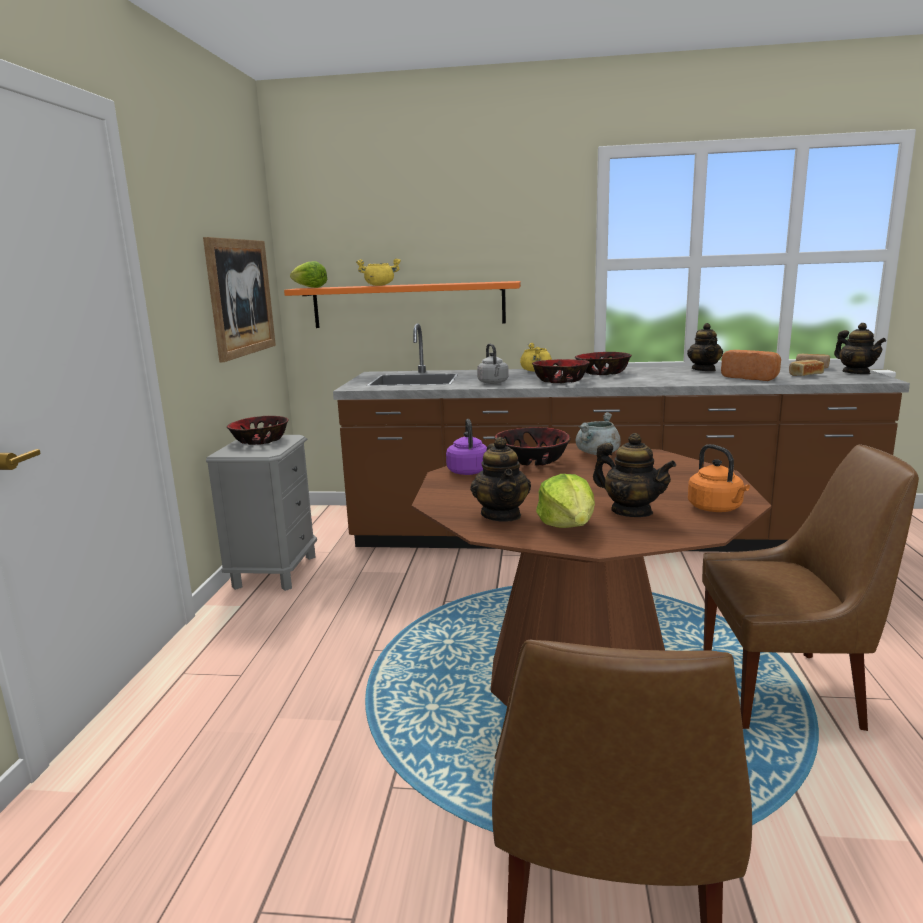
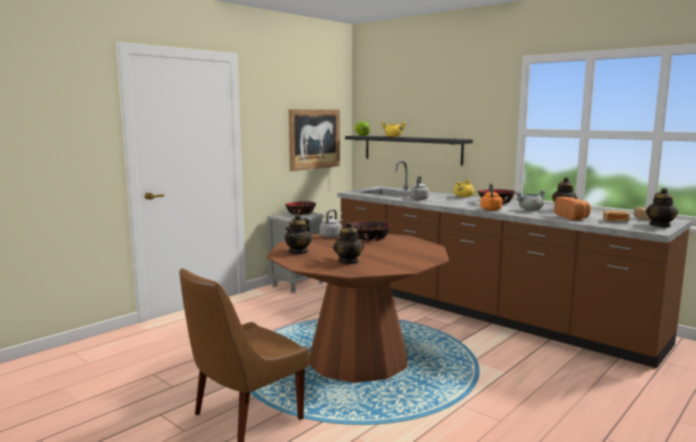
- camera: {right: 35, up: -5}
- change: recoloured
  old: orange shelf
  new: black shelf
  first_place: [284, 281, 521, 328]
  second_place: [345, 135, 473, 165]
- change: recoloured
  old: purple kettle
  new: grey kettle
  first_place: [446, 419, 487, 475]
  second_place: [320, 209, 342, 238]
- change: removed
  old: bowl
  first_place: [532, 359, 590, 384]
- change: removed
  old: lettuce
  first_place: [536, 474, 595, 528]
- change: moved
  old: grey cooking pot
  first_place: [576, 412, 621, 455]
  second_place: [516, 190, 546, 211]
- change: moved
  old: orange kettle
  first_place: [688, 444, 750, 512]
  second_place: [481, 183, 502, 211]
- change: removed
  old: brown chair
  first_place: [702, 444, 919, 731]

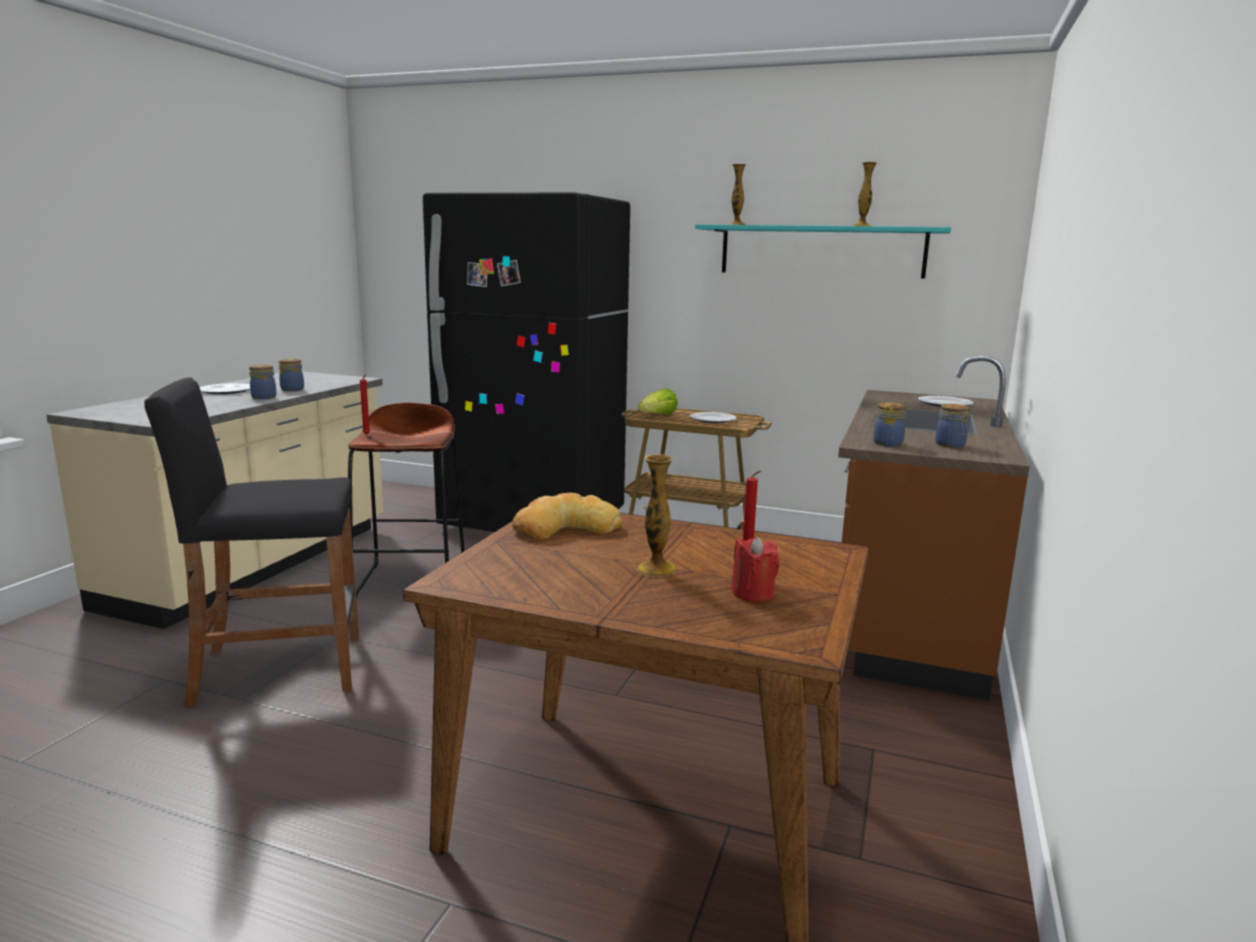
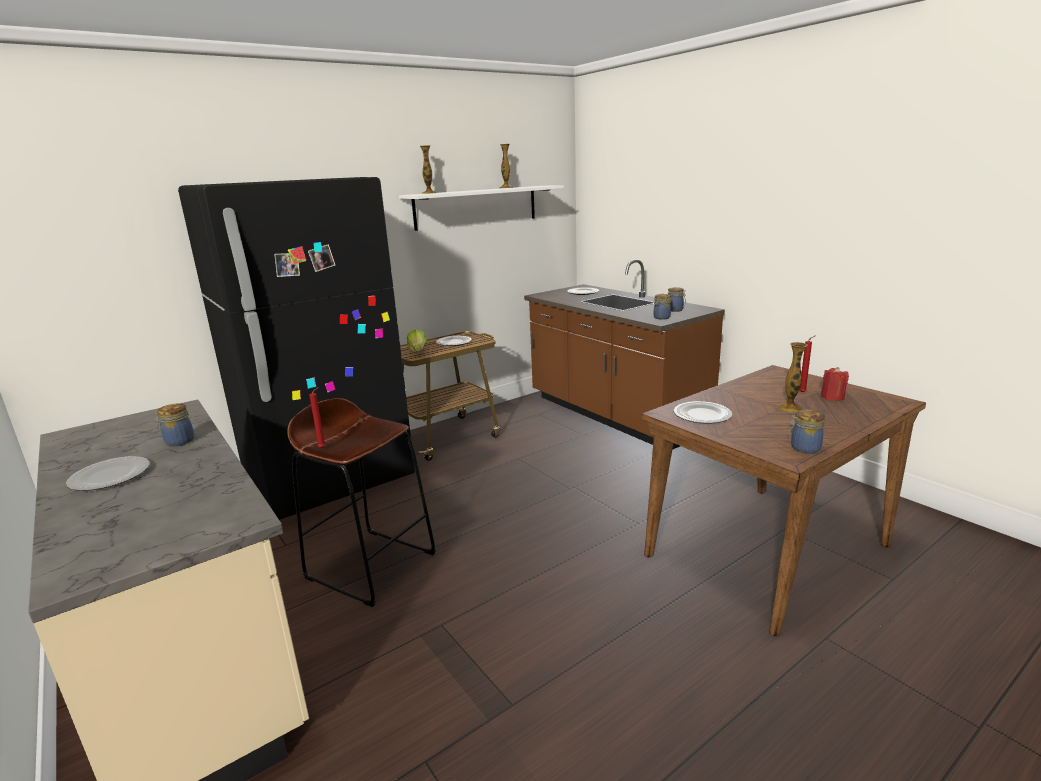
- camera: {right: -55, up: 5}
- change: removed
  old: black stool
  first_place: [144, 377, 359, 706]
- change: moved
  old: jar
  first_place: [249, 364, 276, 399]
  second_place: [789, 409, 825, 454]
- change: replaced
  old: bread
  new: plate
  first_place: [512, 493, 622, 539]
  second_place: [674, 401, 732, 424]
- change: recoloured
  old: turquoise shelf
  new: white shelf
  first_place: [695, 224, 951, 279]
  second_place: [399, 185, 564, 231]

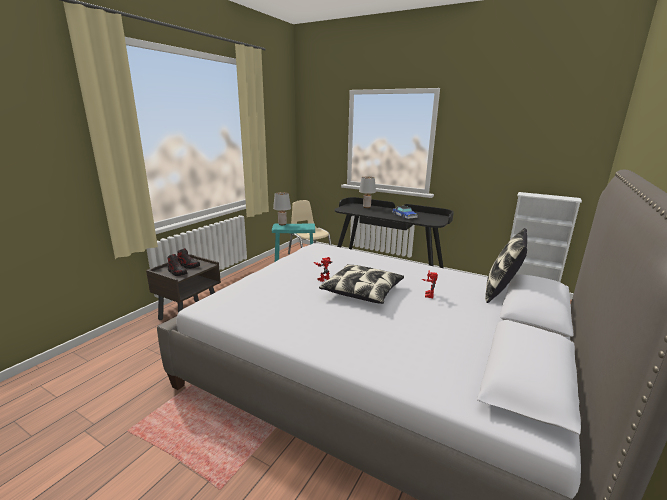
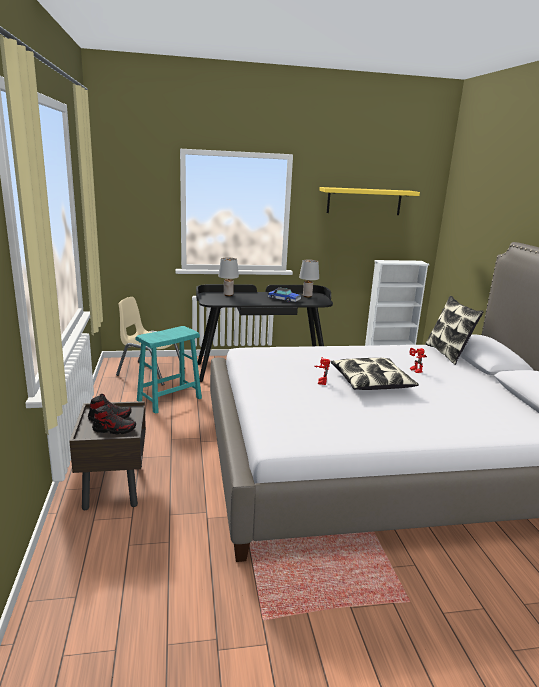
- camera: {right: -40, up: 0}
- change: moved
  old: grey table lamp
  first_place: [273, 192, 291, 225]
  second_place: [299, 259, 319, 297]
- change: added
  new: yellow shelf
  second_place: [319, 187, 420, 215]

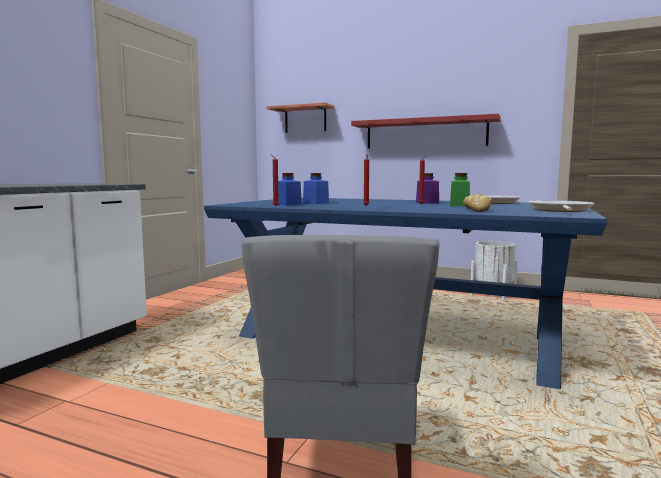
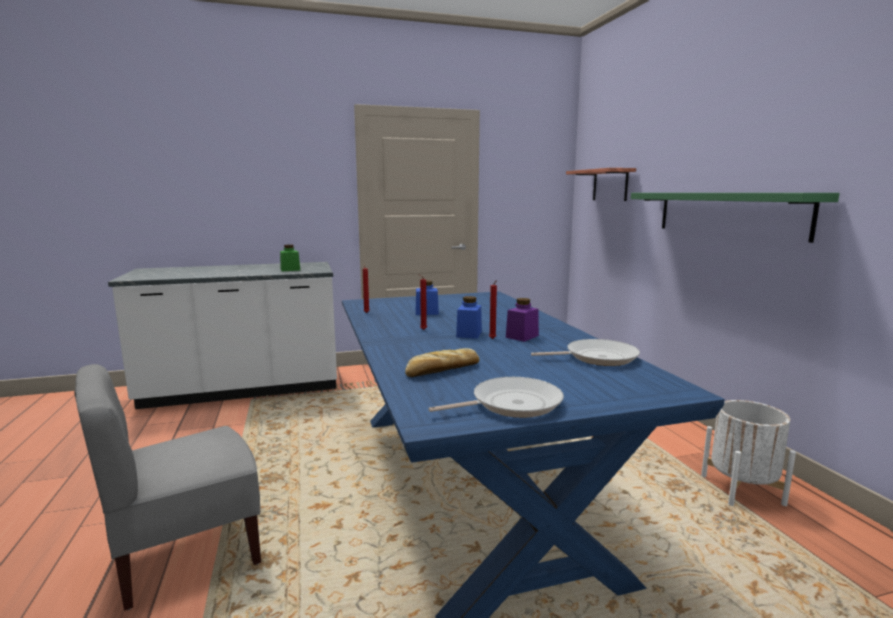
- camera: {right: 50, up: 5}
- change: moved
  old: blue jar
  first_place: [278, 173, 302, 206]
  second_place: [456, 296, 482, 339]
- change: recoloured
  old: red shelf
  new: green shelf
  first_place: [351, 114, 501, 149]
  second_place: [631, 193, 840, 243]
- change: moved
  old: green jar
  first_place: [450, 173, 470, 206]
  second_place: [280, 244, 301, 271]

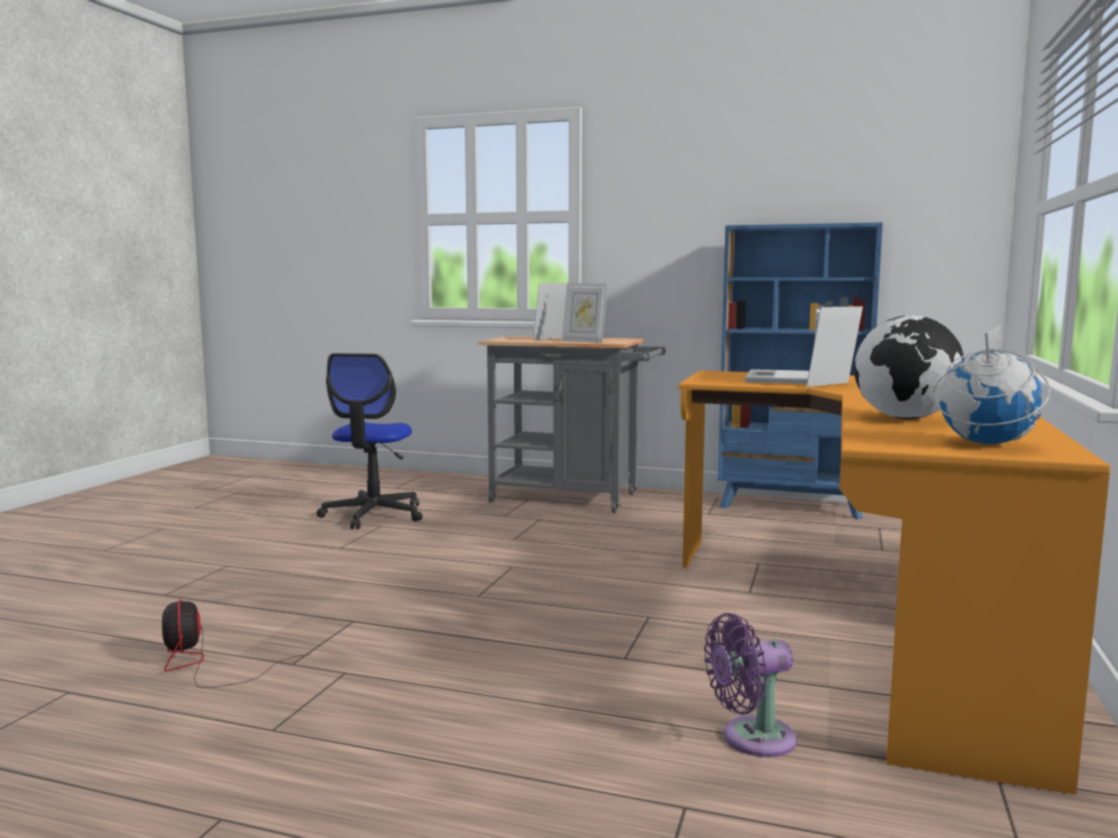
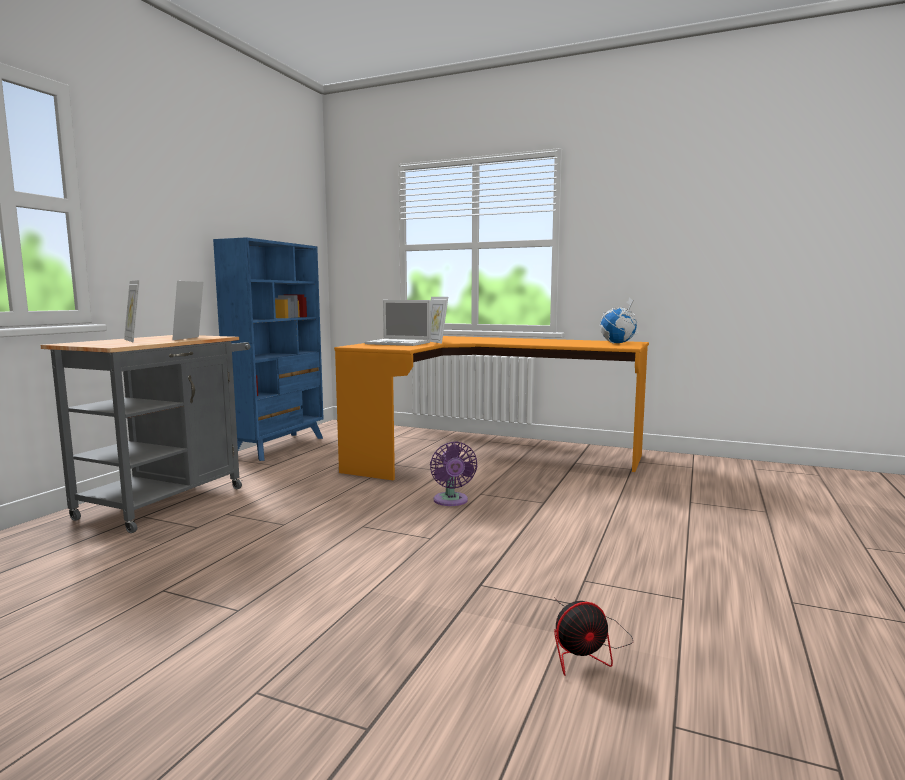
- camera: {right: -85, up: 0}
- change: removed
  old: office chair
  first_place: [316, 353, 423, 529]
- change: turned
  old: picture frame
  first_place: [562, 283, 607, 343]
  second_place: [172, 281, 203, 340]
  degrees: 150
- change: moved
  old: purple fan
  first_place: [704, 613, 797, 757]
  second_place: [430, 441, 477, 506]
- change: removed
  old: globe
  first_place: [854, 315, 964, 419]

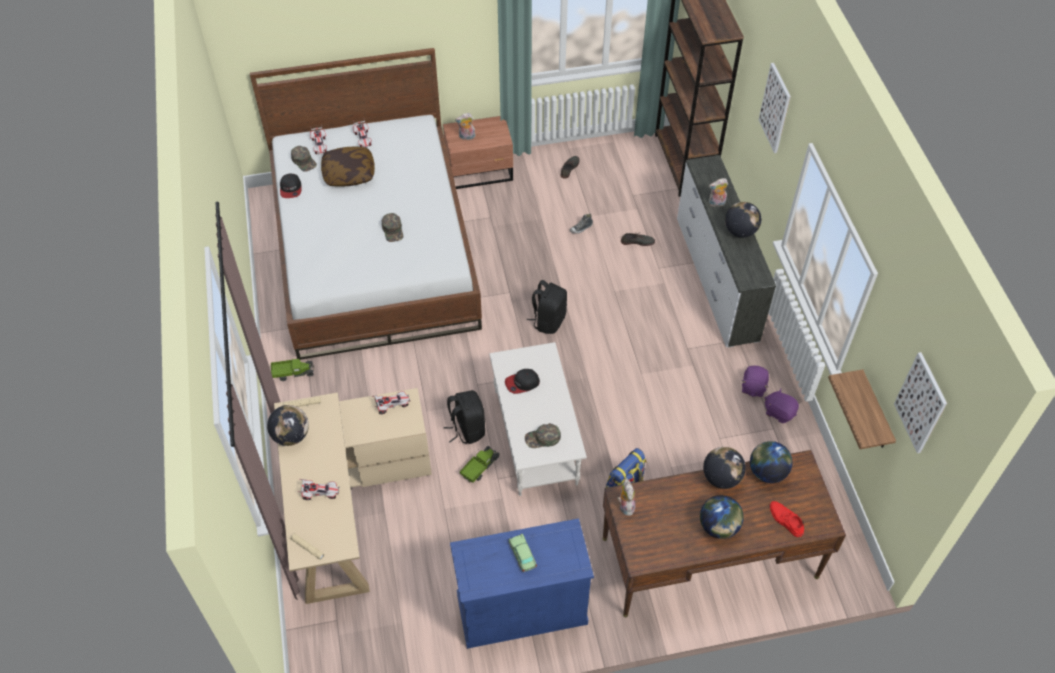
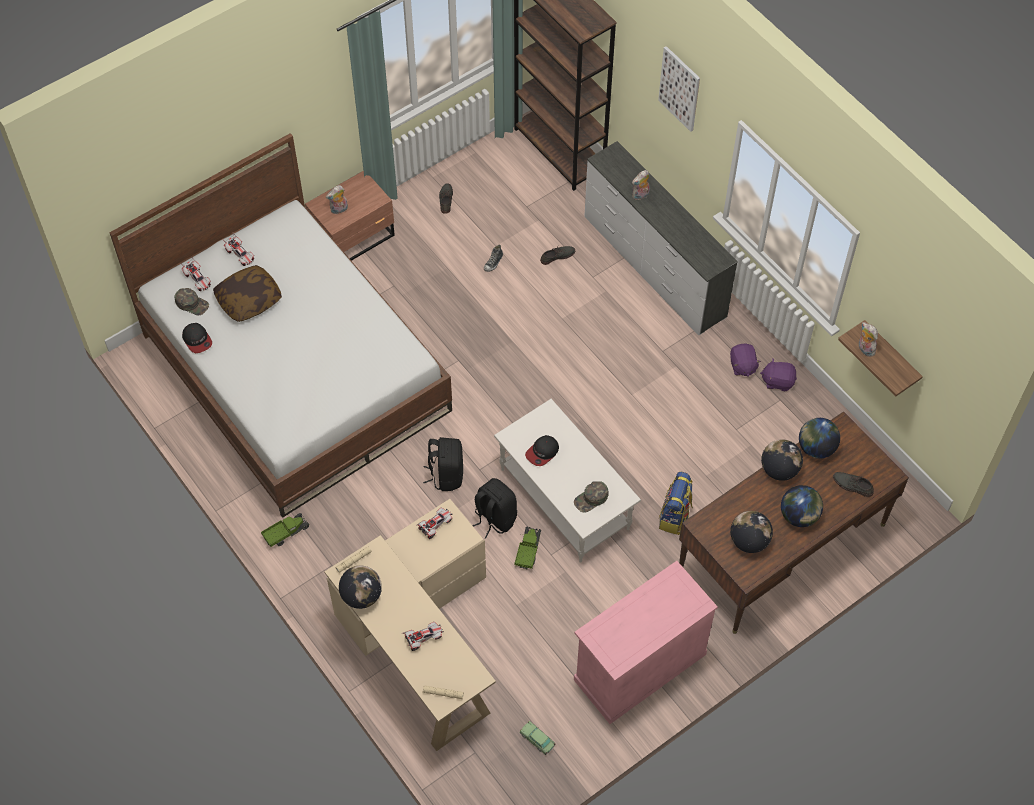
- camera: {right: -25, up: 5}
- change: removed
  old: green cap
  first_place: [382, 213, 403, 242]
- change: recoloured
  old: blue cabinet
  new: pink cabinet
  first_place: [450, 518, 594, 649]
  second_place: [574, 561, 718, 724]
- change: moved
  old: toy car
  first_place: [508, 534, 537, 572]
  second_place: [519, 721, 556, 755]
- change: moved
  old: black backpack
  first_place: [527, 280, 567, 334]
  second_place: [423, 437, 463, 491]
- change: moved
  old: plush toy
  first_place: [618, 478, 636, 516]
  second_place: [859, 322, 878, 357]
- change: moved
  old: globe
  first_place: [725, 202, 762, 238]
  second_place: [730, 511, 773, 553]
- change: recoloured
  old: red shoe
  new: grey shoe
  first_place: [770, 501, 804, 537]
  second_place: [833, 472, 874, 497]
- change: removed
  old: picture
  first_place: [894, 352, 947, 453]

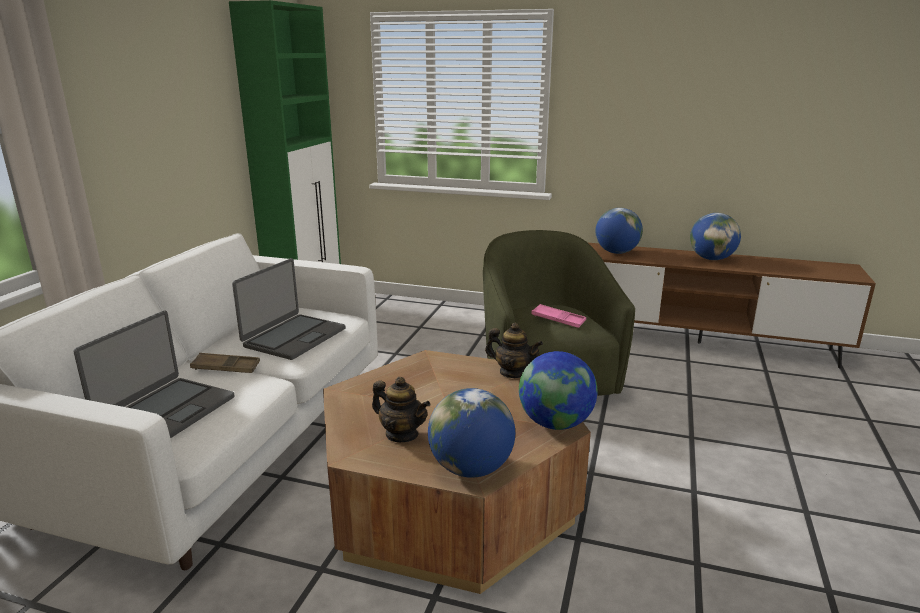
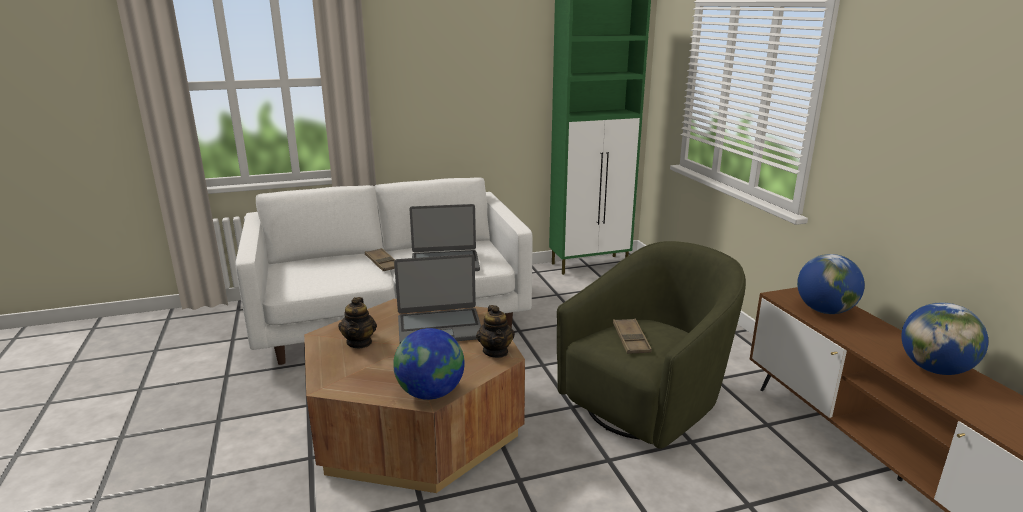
- camera: {right: 55, up: 0}
- change: moved
  old: laptop
  first_place: [74, 310, 234, 438]
  second_place: [394, 254, 481, 343]
- change: removed
  old: globe
  first_place: [428, 388, 515, 478]
- change: recoloured
  old: pink tray
  new: brown tray
  first_place: [531, 304, 586, 328]
  second_place: [613, 319, 652, 354]

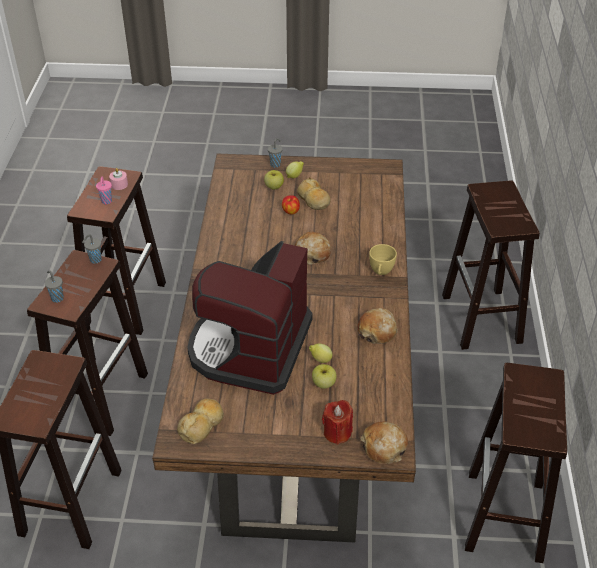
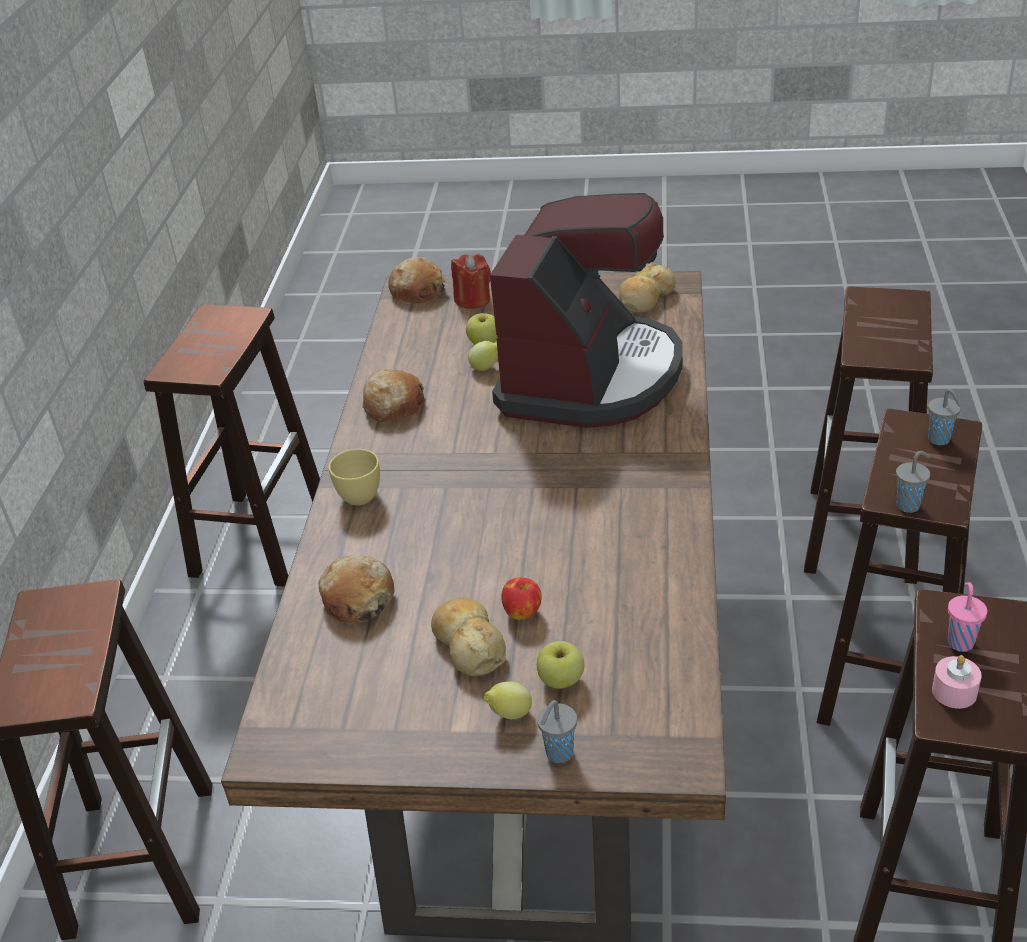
- camera: {right: -175, up: -5}
- change: moved
  old: bread
  first_place: [295, 232, 331, 265]
  second_place: [319, 555, 394, 624]

